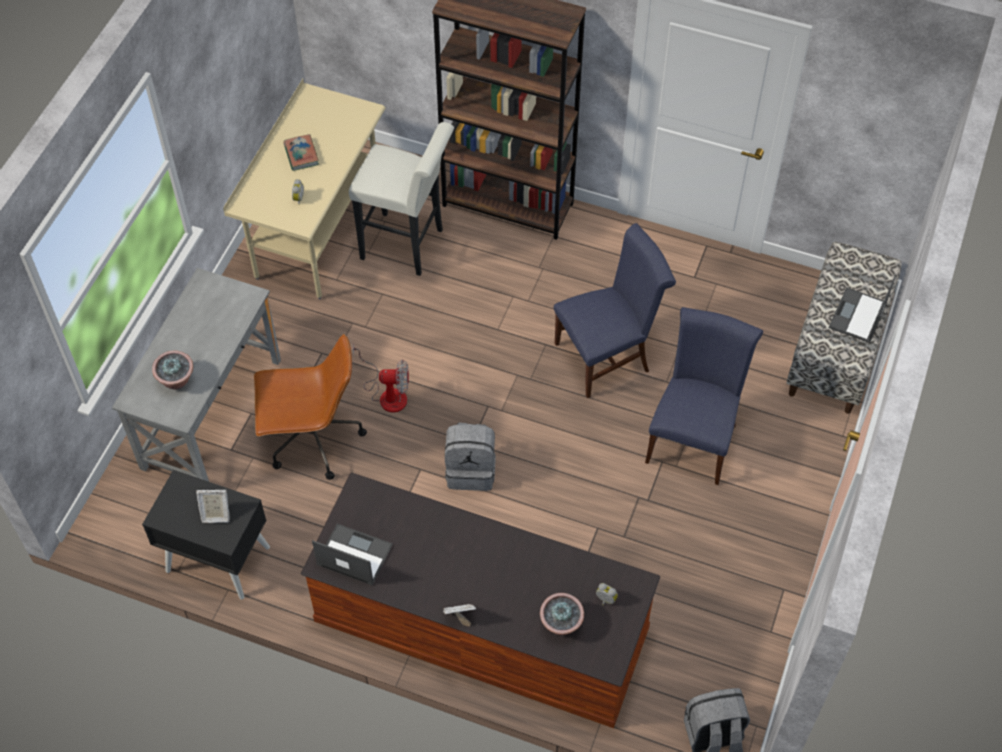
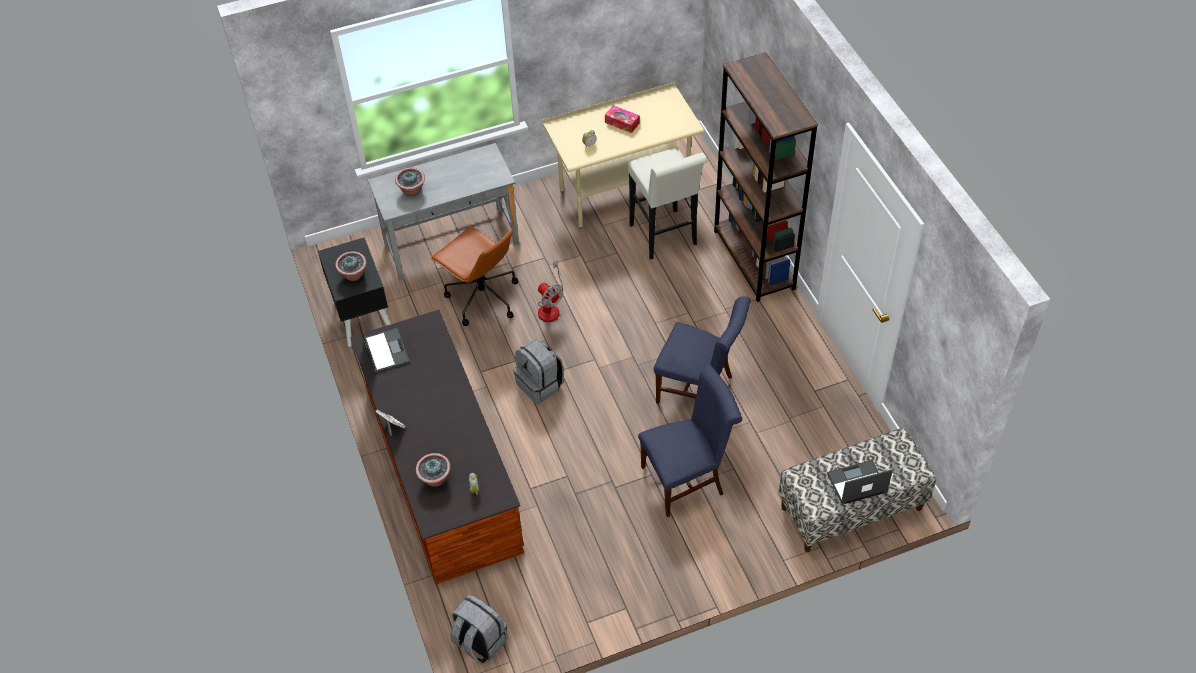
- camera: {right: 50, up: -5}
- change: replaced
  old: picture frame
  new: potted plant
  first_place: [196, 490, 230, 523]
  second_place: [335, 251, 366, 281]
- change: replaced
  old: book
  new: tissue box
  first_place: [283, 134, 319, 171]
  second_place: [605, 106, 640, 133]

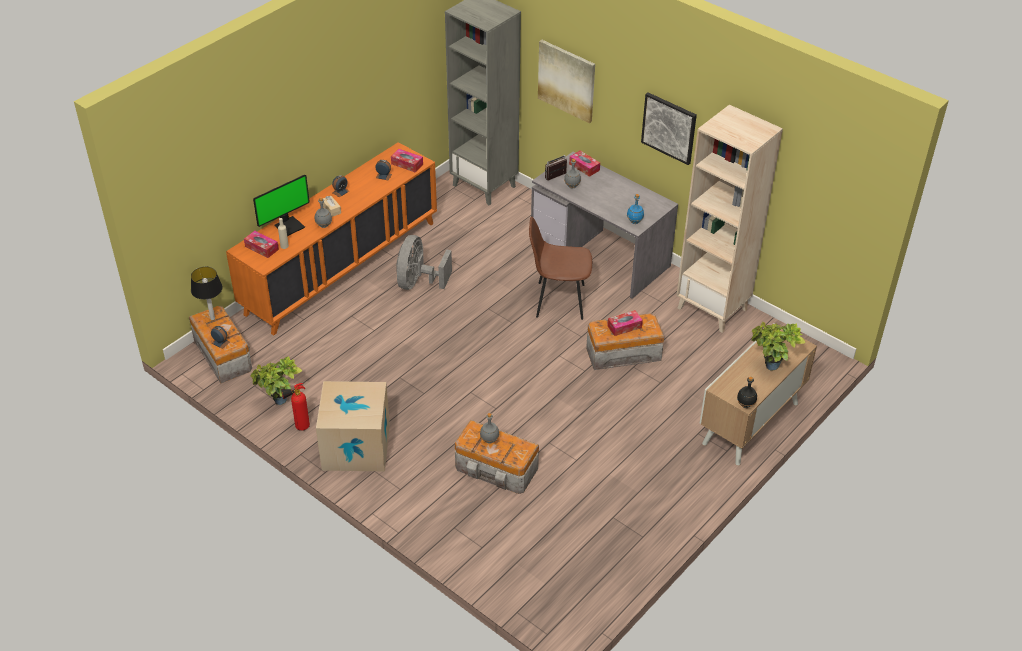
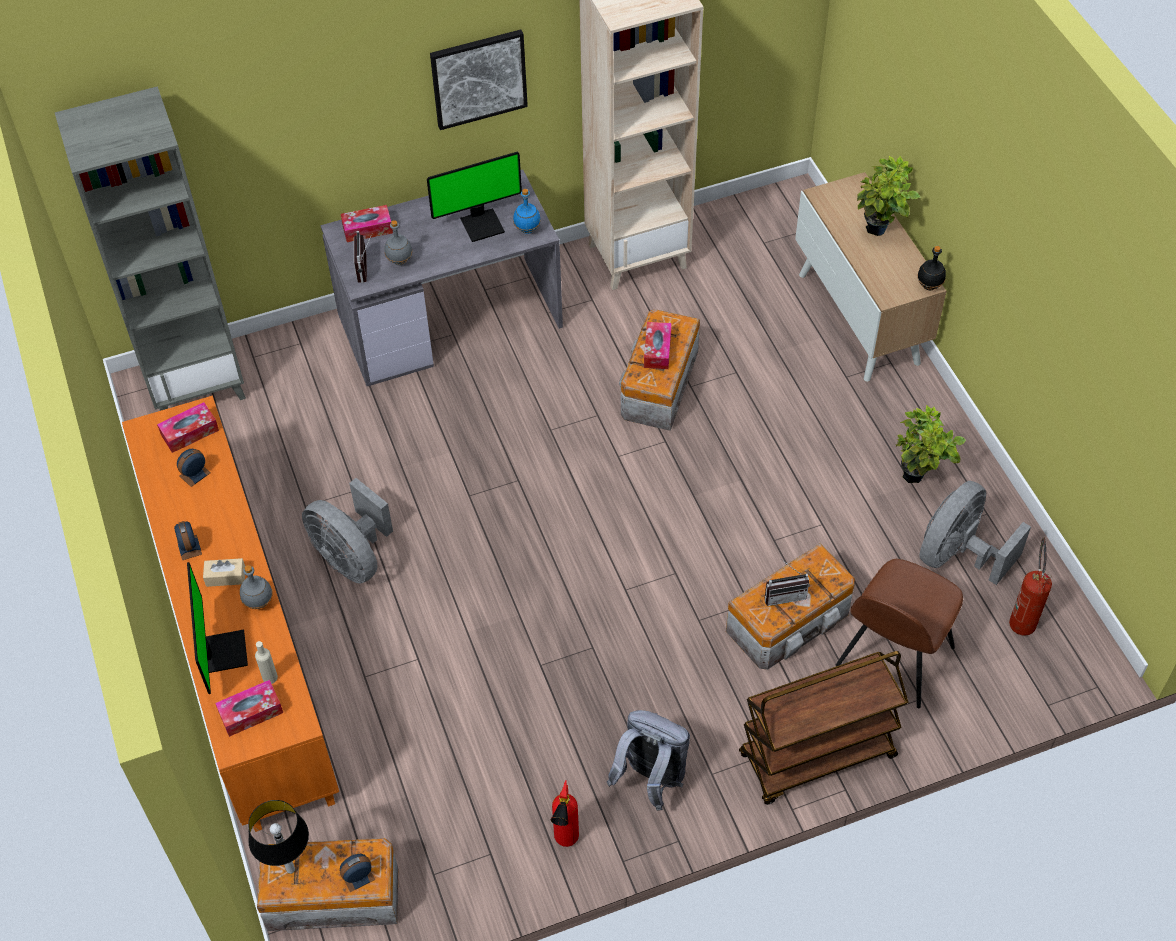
- camera: {right: -60, up: 10}
- change: moved
  old: potted plant
  first_place: [250, 356, 302, 405]
  second_place: [896, 405, 966, 483]
- change: replaced
  old: cardboard box
  new: grey backpack
  first_place: [316, 381, 390, 471]
  second_place: [607, 710, 690, 811]
- change: replaced
  old: grey bottle
  new: radio
  first_place: [480, 413, 499, 444]
  second_place: [765, 559, 810, 606]
- change: moved
  old: brown chair
  first_place: [529, 216, 592, 320]
  second_place: [836, 559, 963, 708]
- change: removed
  old: picture
  first_place: [538, 40, 595, 123]
- change: added
  new: monitor
  second_place: [427, 152, 522, 242]
- change: added
  new: brown cart
  second_place: [739, 651, 909, 805]
- change: added
  new: grey fan
  second_place: [920, 481, 1031, 585]
- change: added
  new: fire extinguisher
  second_place: [1009, 537, 1052, 635]

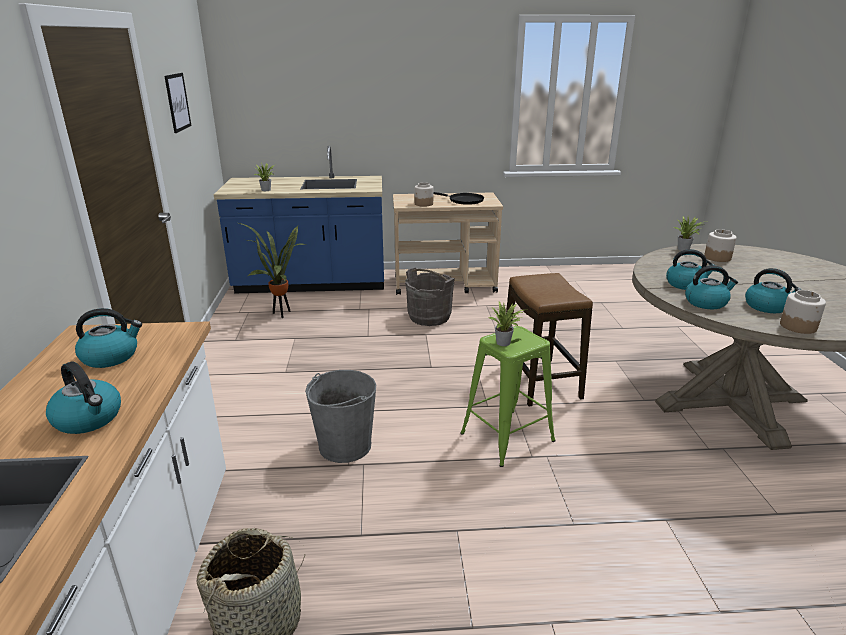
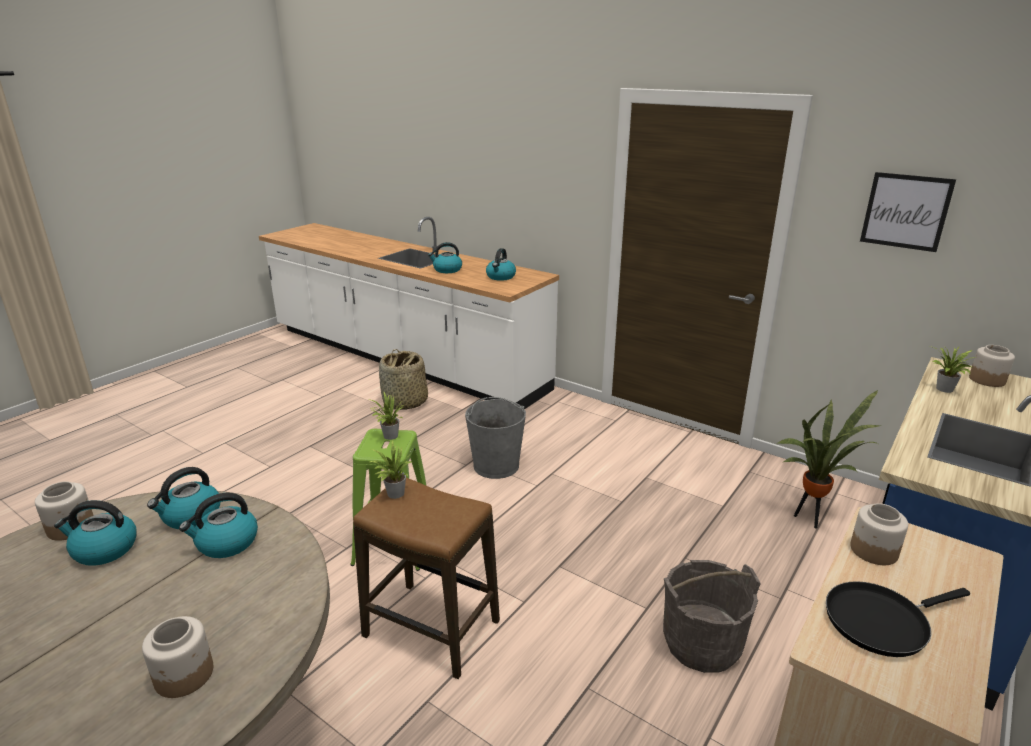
- camera: {right: 130, up: 0}
- change: moved
  old: potted plant
  first_place: [674, 216, 703, 251]
  second_place: [370, 440, 411, 499]
- change: added
  new: jar
  second_place: [969, 345, 1015, 387]

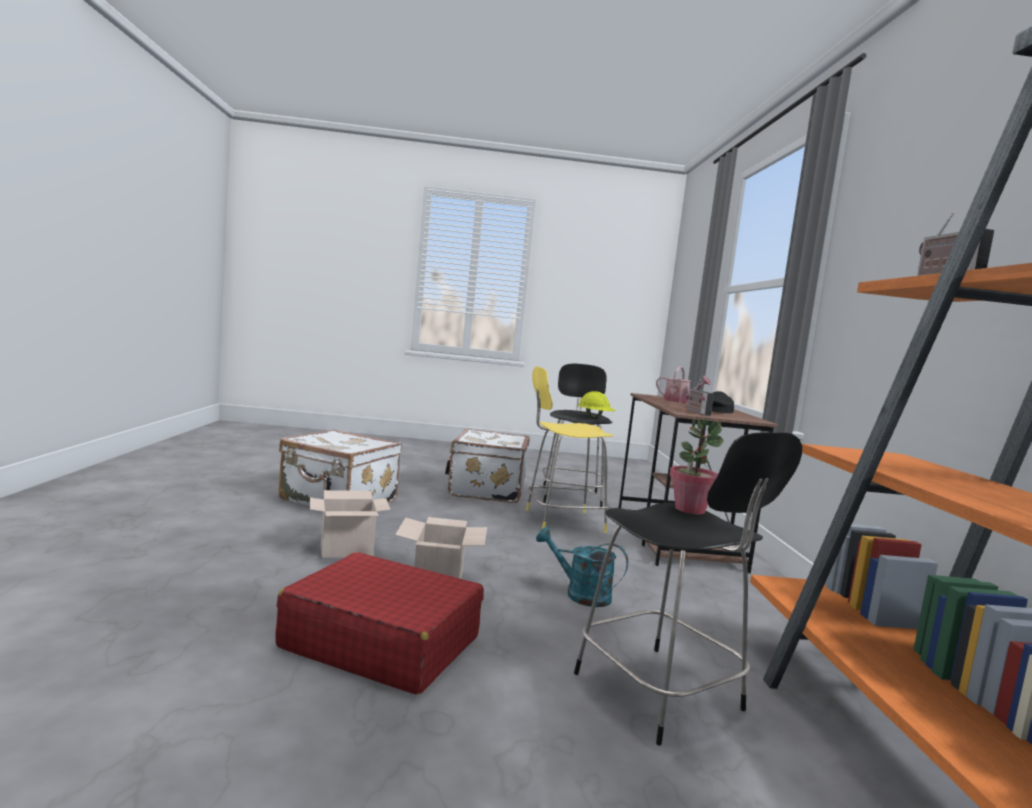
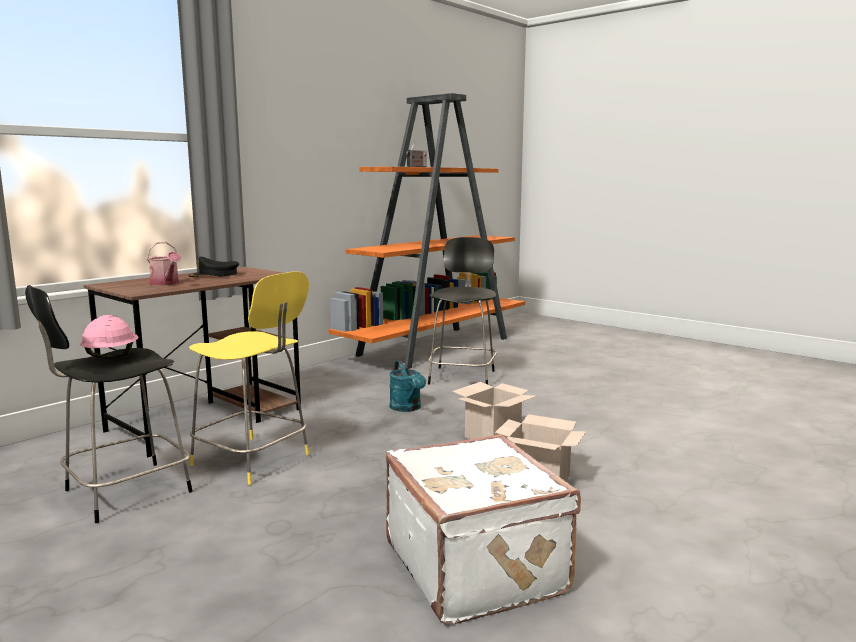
- camera: {right: -135, up: 5}
- change: removed
  old: red suitcase
  first_place: [276, 552, 484, 695]
- change: removed
  old: white suitcase
  first_place: [445, 428, 530, 503]
- change: recoloured
  old: yellow hard hat
  new: pink hard hat
  first_place: [578, 391, 616, 418]
  second_place: [80, 315, 139, 358]
- change: turned
  old: watering can
  first_place: [656, 366, 711, 403]
  second_place: [146, 242, 181, 285]
  degrees: 150
- change: removed
  old: potted plant
  first_place: [670, 419, 724, 514]
- change: removed
  old: radio
  first_place: [687, 379, 714, 416]

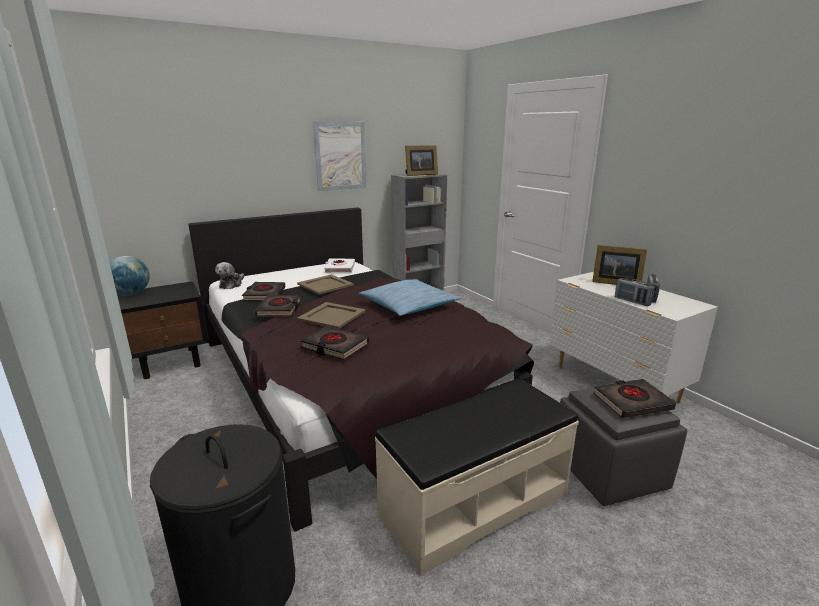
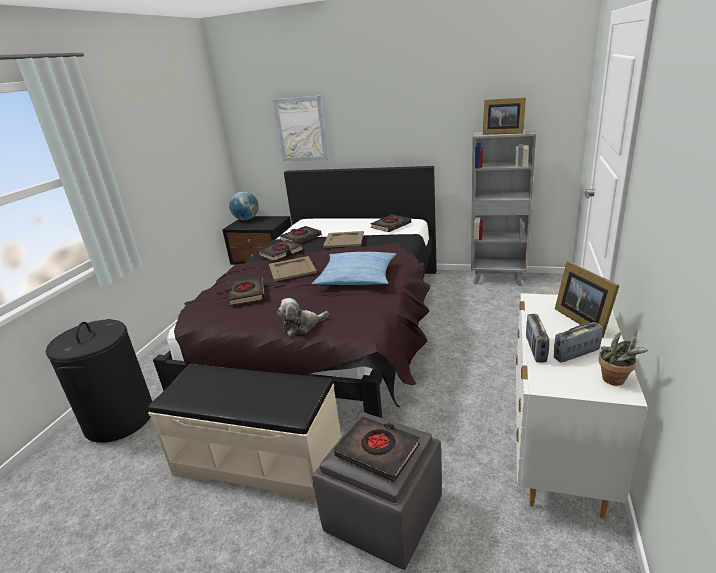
- camera: {right: 50, up: 5}
- change: moved
  old: plush toy
  first_place: [215, 262, 244, 289]
  second_place: [277, 298, 329, 336]
- change: moved
  old: picture
  first_place: [313, 122, 367, 191]
  second_place: [273, 96, 328, 162]
- change: recoloured
  old: white book
  new: black book
  first_place: [324, 259, 355, 273]
  second_place: [370, 214, 411, 232]
- change: added
  new: potted plant
  second_place: [598, 330, 648, 386]

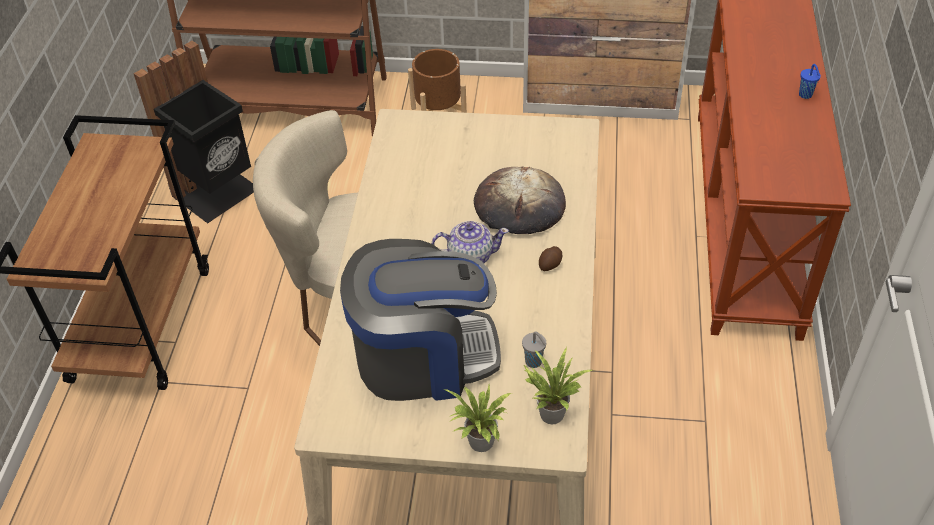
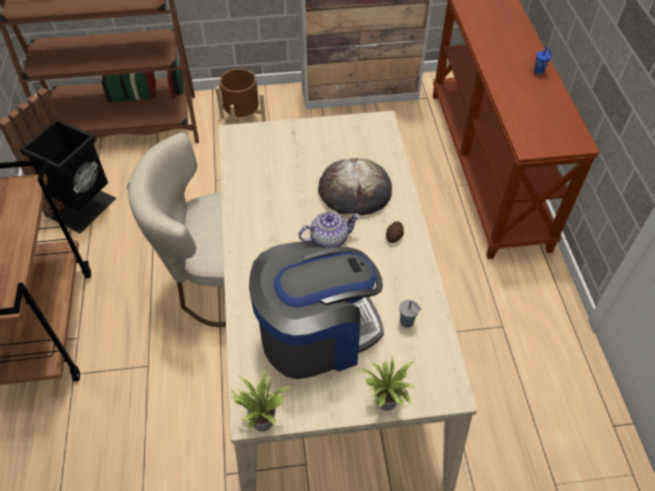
- camera: {right: -15, up: 5}
- change: moved
  old: potted plant
  first_place: [523, 347, 593, 424]
  second_place: [231, 367, 293, 432]

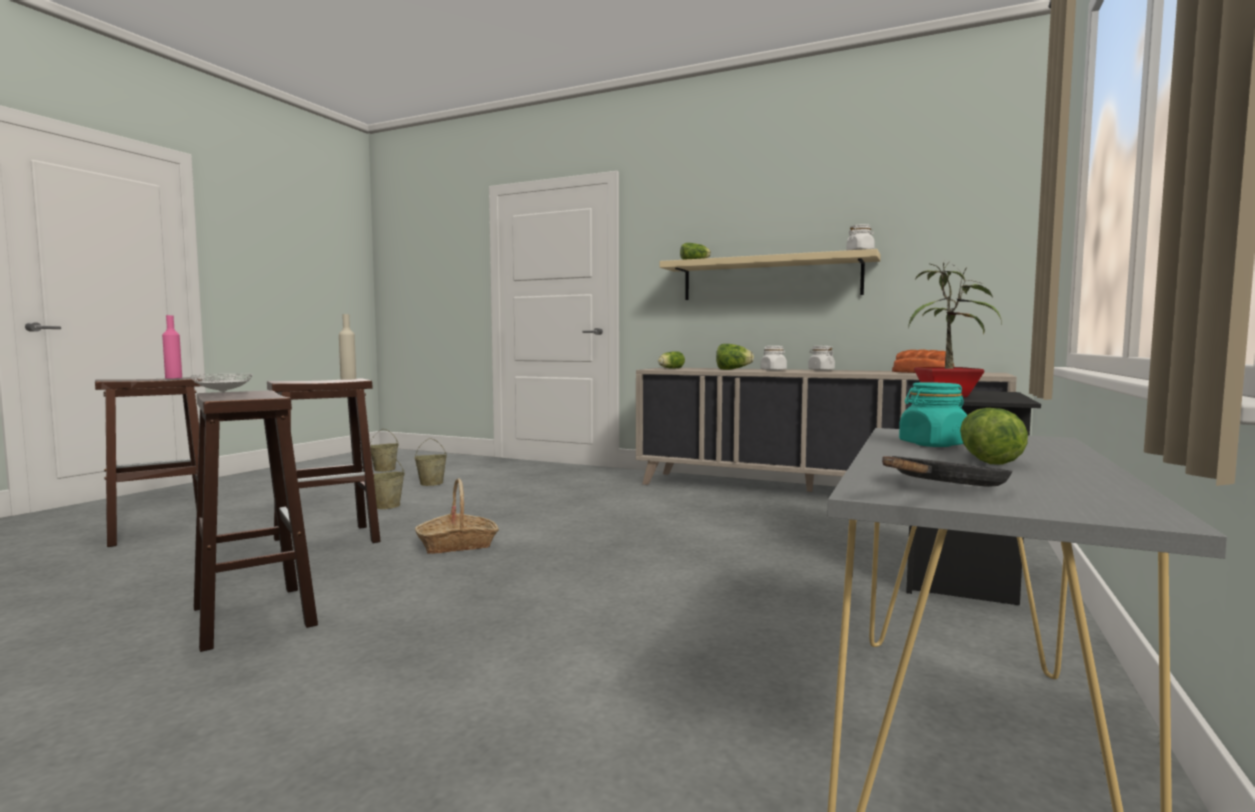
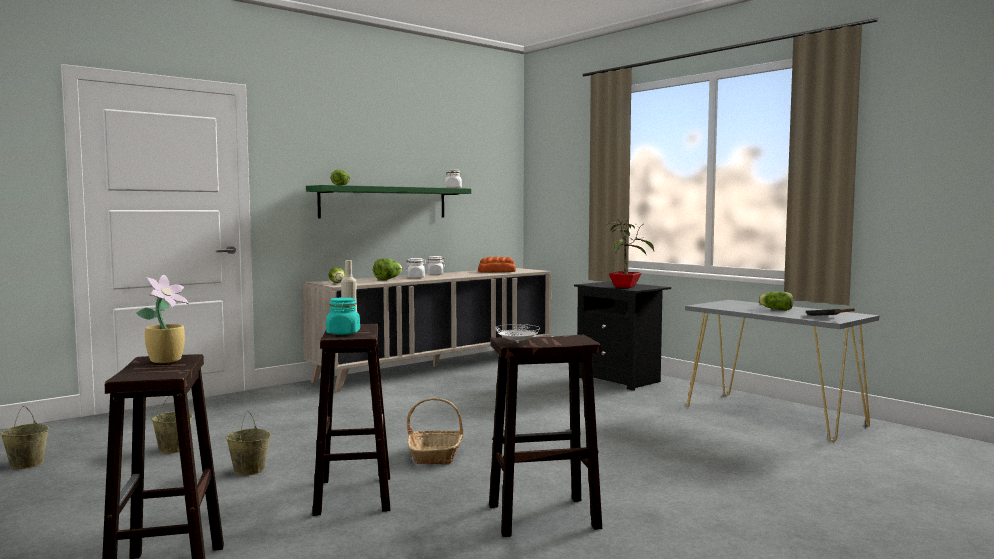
- camera: {right: -65, up: 0}
- change: replaced
  old: pink bottle
  new: potted plant
  first_place: [162, 315, 182, 378]
  second_place: [136, 274, 189, 363]
- change: recoloured
  old: beige shelf
  new: green shelf
  first_place: [660, 249, 881, 300]
  second_place: [306, 185, 471, 219]
- change: moved
  old: turquoise jar
  first_place: [899, 382, 967, 447]
  second_place: [326, 297, 360, 335]

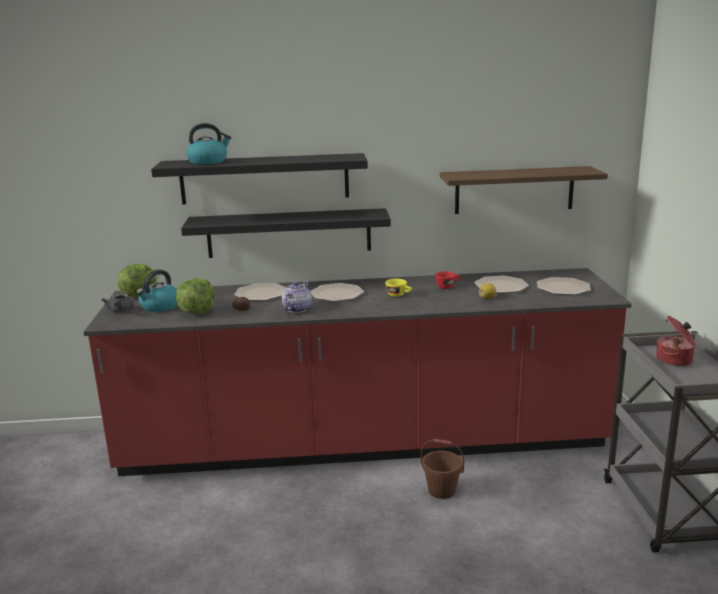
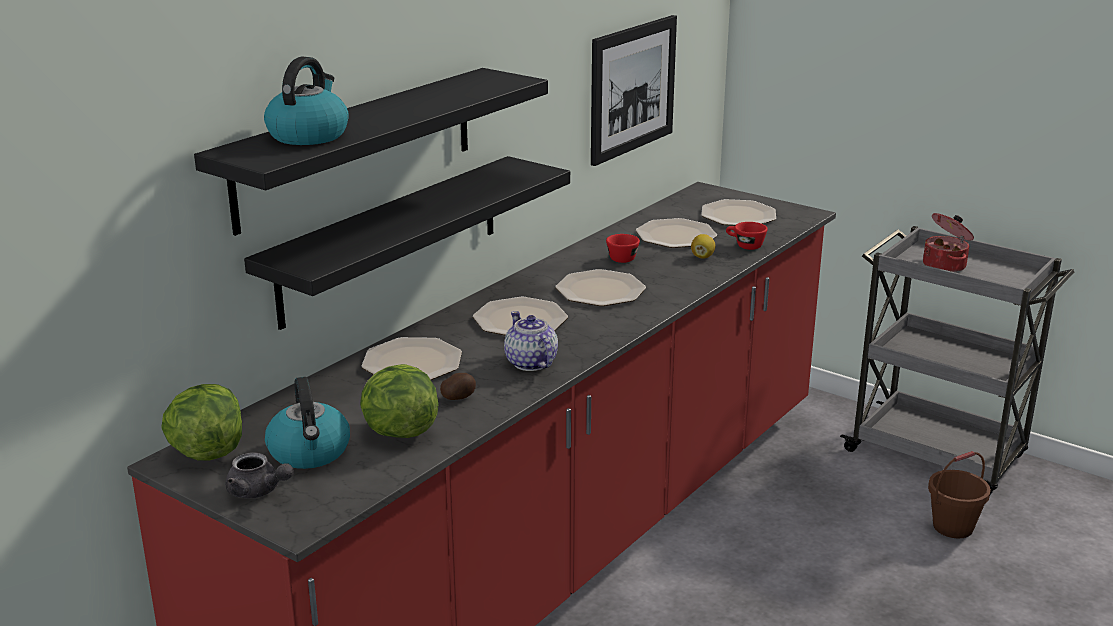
- camera: {right: -50, up: 5}
- change: replaced
  old: yellow cup
  new: plate
  first_place: [385, 279, 412, 297]
  second_place: [555, 269, 646, 306]
- change: moved
  old: brown bucket
  first_place: [421, 439, 464, 499]
  second_place: [928, 451, 991, 539]
- change: replaced
  old: shelf
  new: picture
  first_place: [440, 166, 608, 214]
  second_place: [591, 15, 677, 166]
- change: added
  new: red cup
  second_place: [726, 222, 768, 250]

